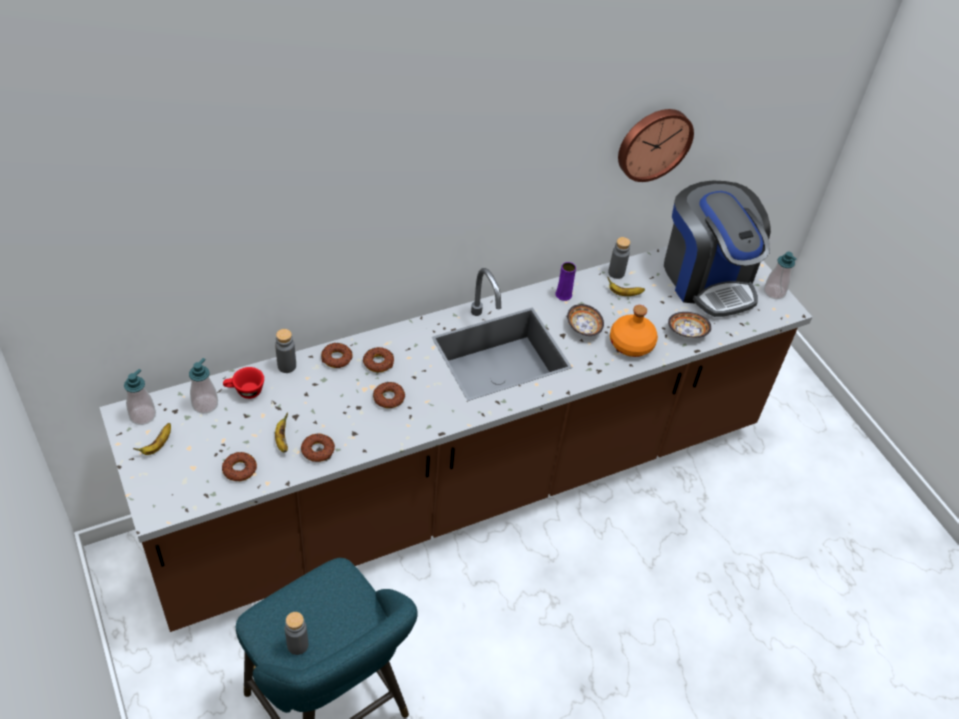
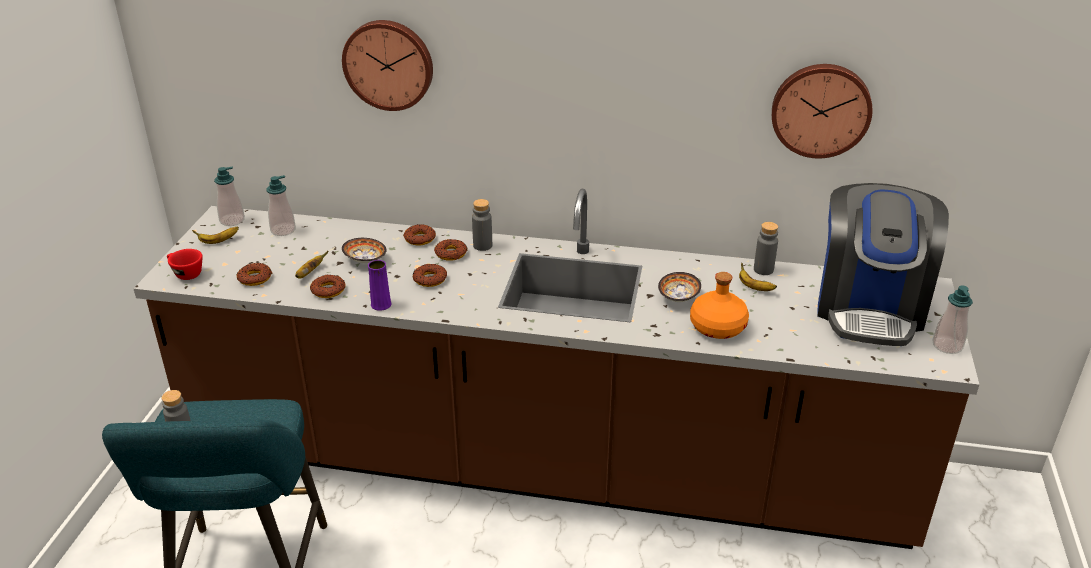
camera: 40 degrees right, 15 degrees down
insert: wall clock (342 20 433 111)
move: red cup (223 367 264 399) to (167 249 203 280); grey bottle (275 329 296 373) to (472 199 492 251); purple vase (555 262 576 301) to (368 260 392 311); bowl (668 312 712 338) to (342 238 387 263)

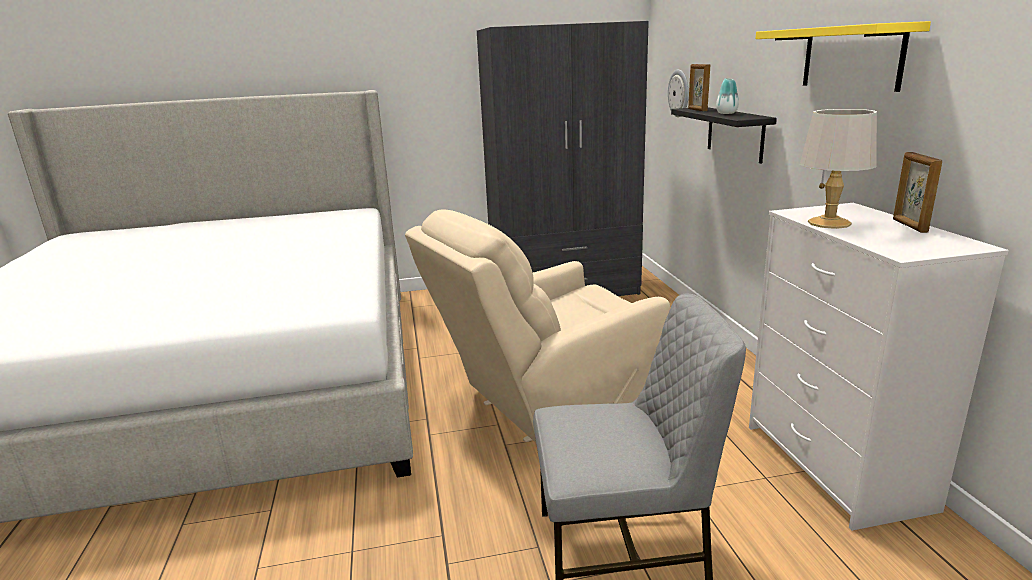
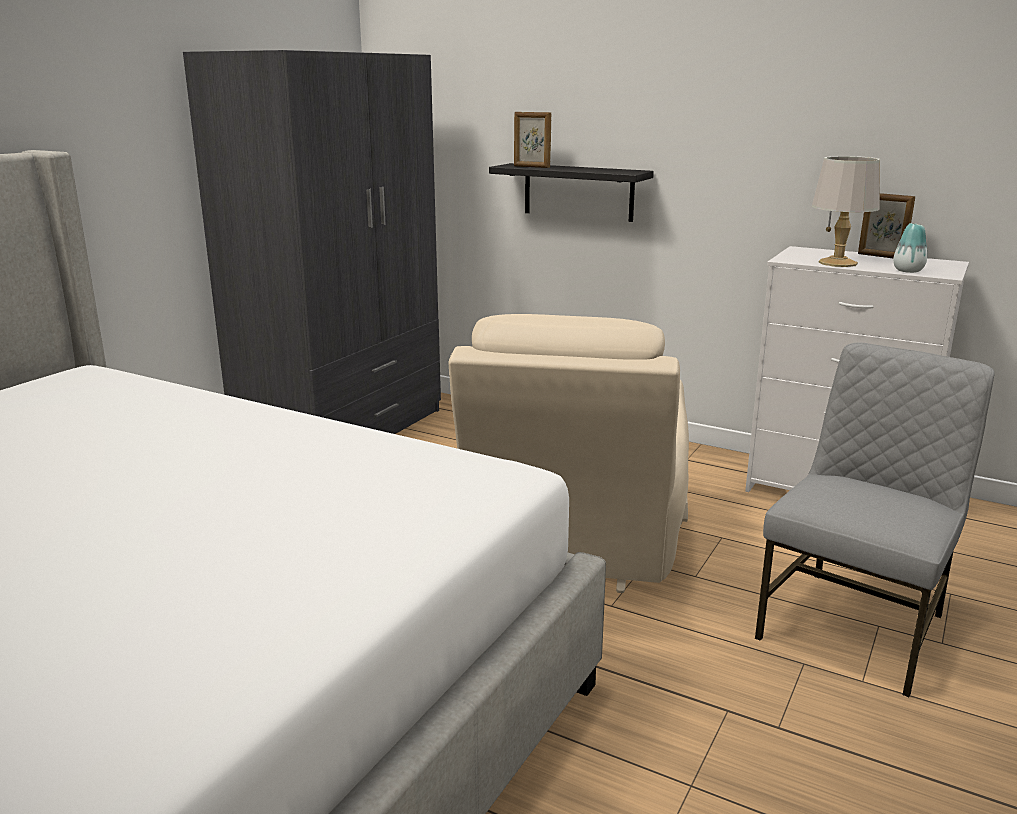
camera: 50 degrees left, 0 degrees up
delete: wall clock (668 69 689 117); yellow shelf (756 21 931 92)
move: vase (716 78 739 114) to (893 223 927 273)

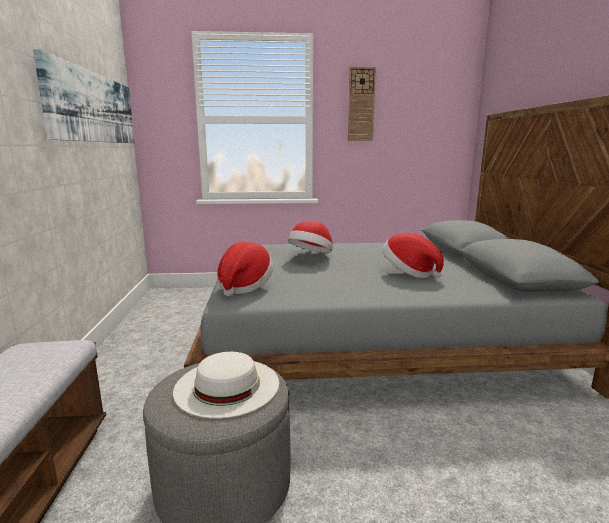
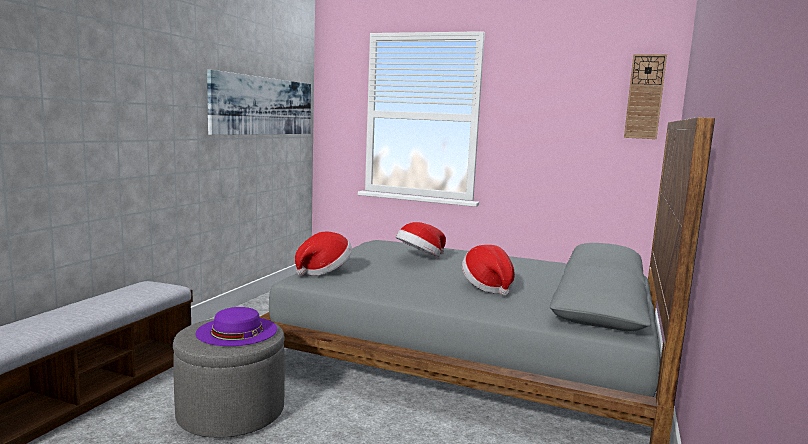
camera: 25 degrees right, 5 degrees down
move: wall clock (348 67 376 141) to (624 54 667 139)
recolor: white hat (173 352 279 418) to purple hat (196 307 277 346)

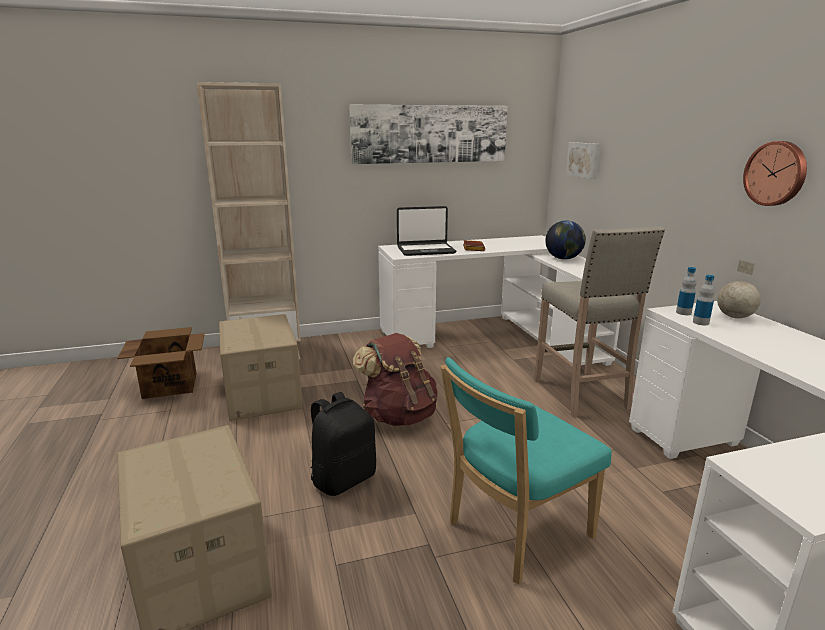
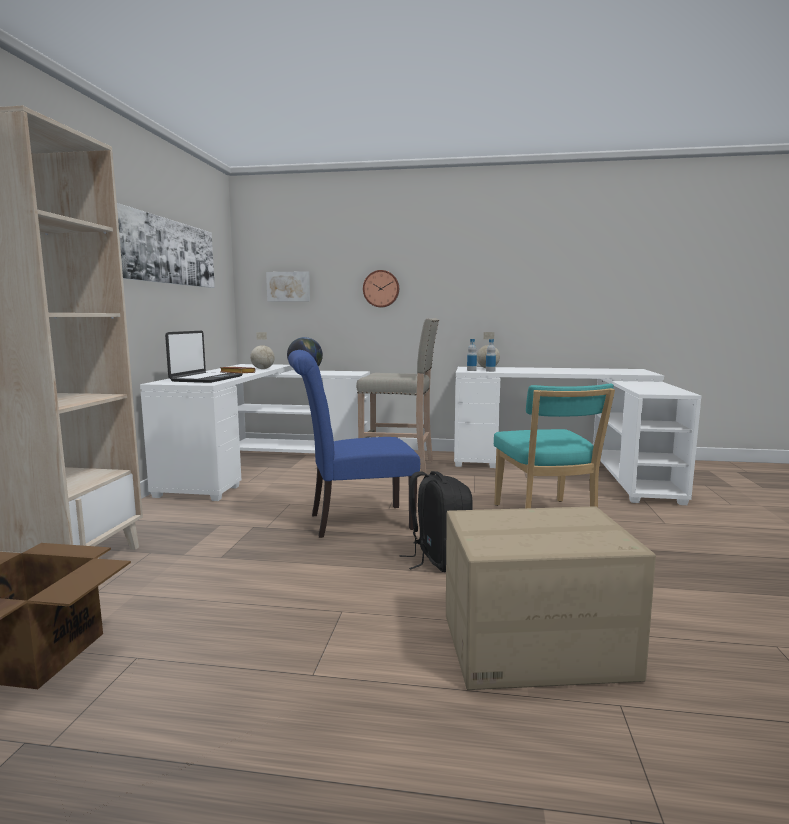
camera: 65 degrees left, 10 degrees down
delete: cardboard box (219 314 303 421)
insert: globe (250 332 275 369)
move: wall clock (743 141 807 206) to (363 270 399 307)
replace: brown backpack (353 333 438 426) to blue chair (288 350 420 538)

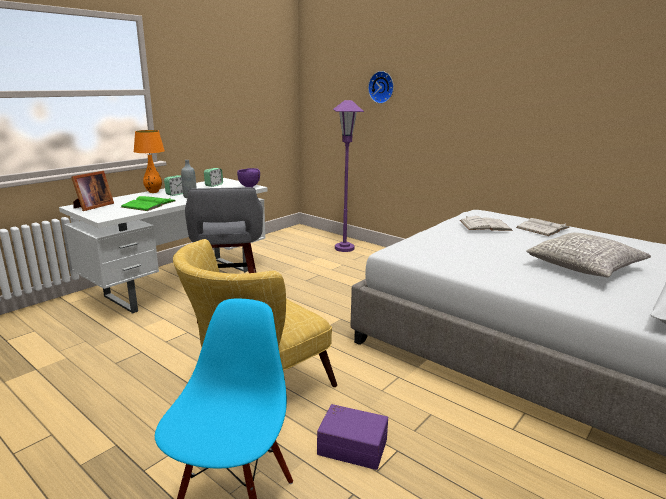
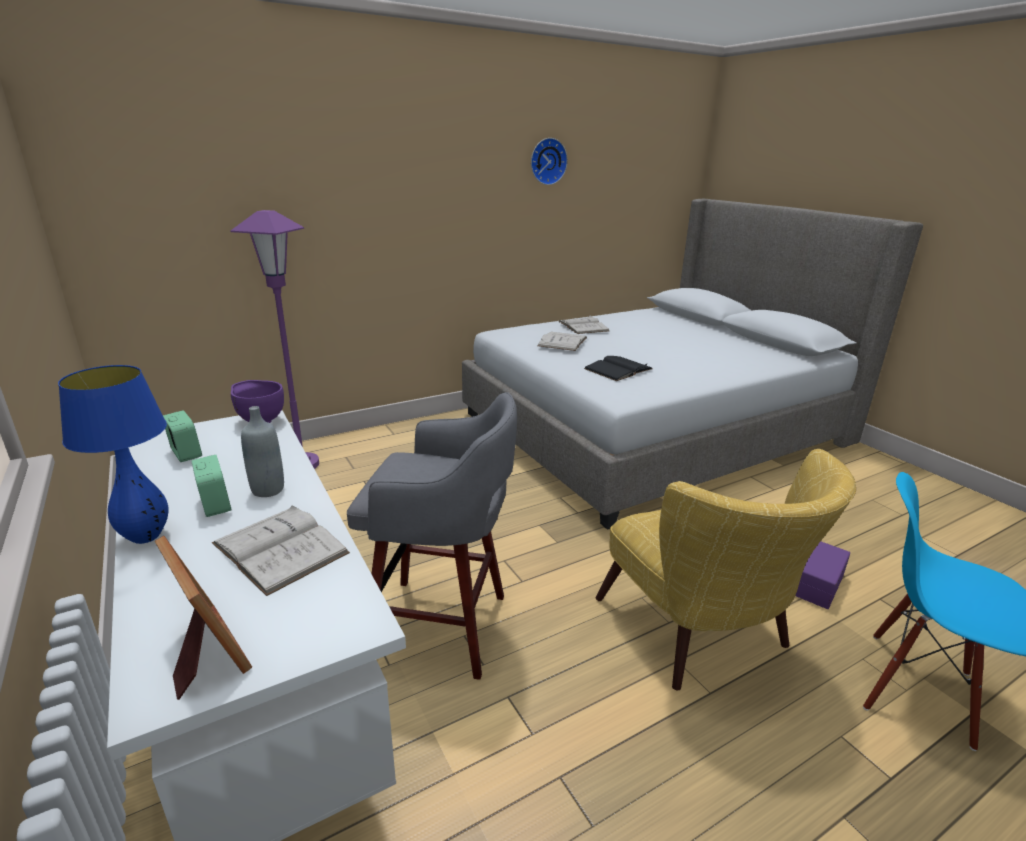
camera: 70 degrees left, 5 degrees up
delete: grey pillow (526 233 651 277)
insert: black book (584 356 653 381)
move: wall clock (368 71 394 104) to (531 138 568 185)
recolor: green book (121 196 175 211) to white book (212 505 350 596); orange table lamp (134 130 165 193) to blue table lamp (58 365 169 544)

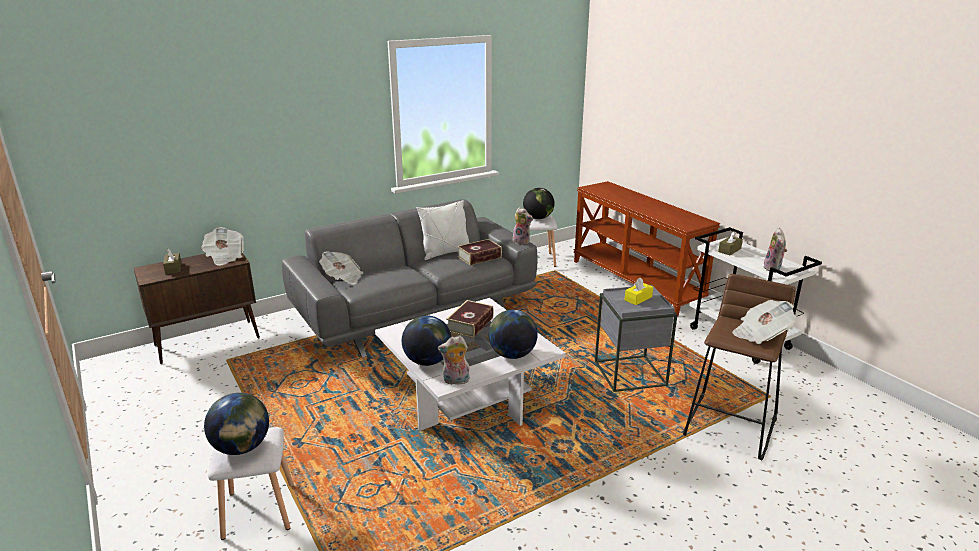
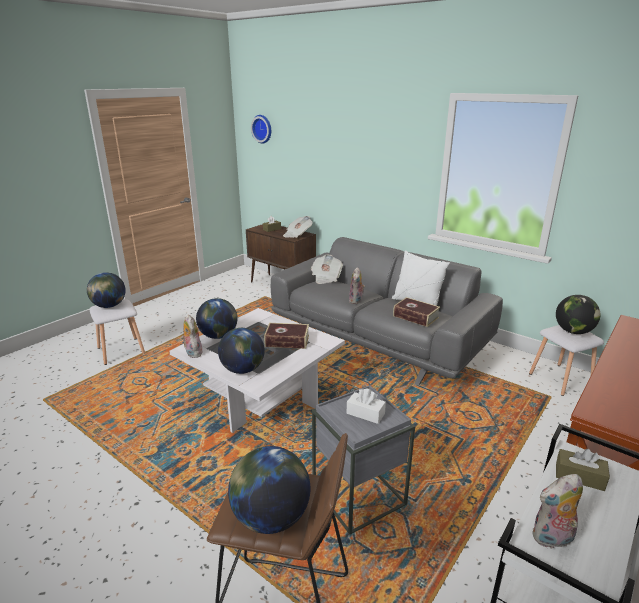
camera: 70 degrees right, 0 degrees up
insert: wall clock (251 115 271 144)
move: plush toy (512 207 533 245) to (349 267 365 304)
replace: newspaper (732 300 797 344) to globe (228 446 310 534)
recolor: yellow tissue box (625 278 653 305) to white tissue box (347 388 386 424)

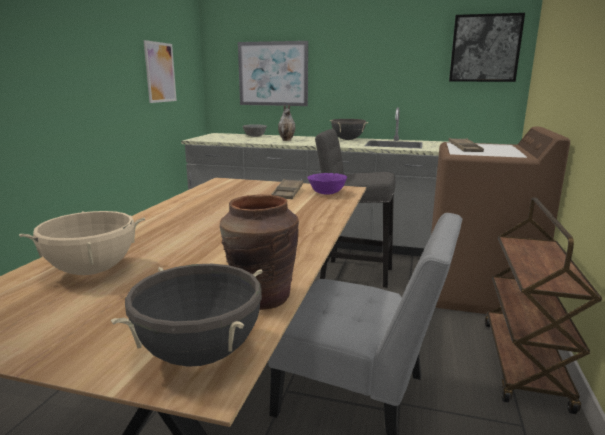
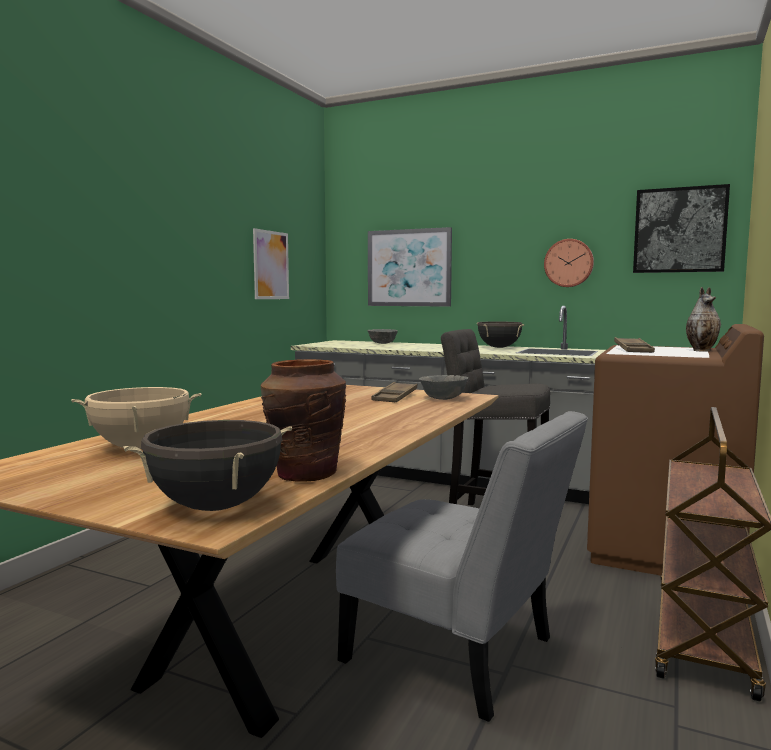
camera: 10 degrees right, 10 degrees down
insert: wall clock (544 239 594 287)
move: vase (278 105 295 141) to (686 287 721 351)
recolor: purple bowl (307 173 347 195) to grey bowl (419 375 468 400)

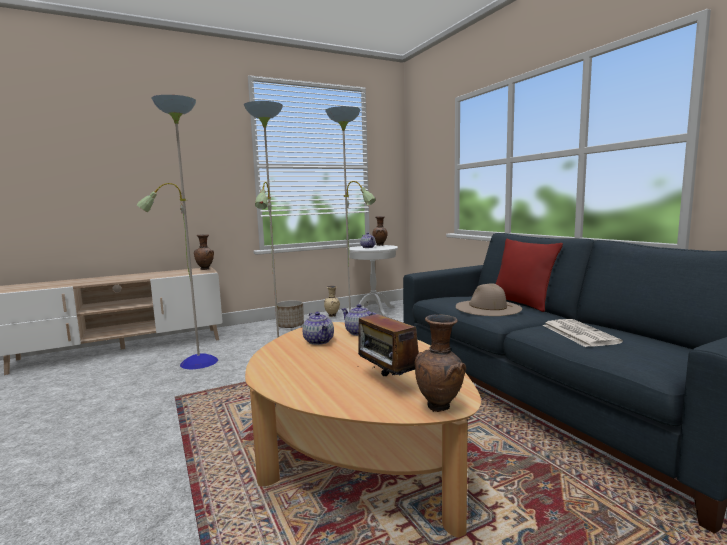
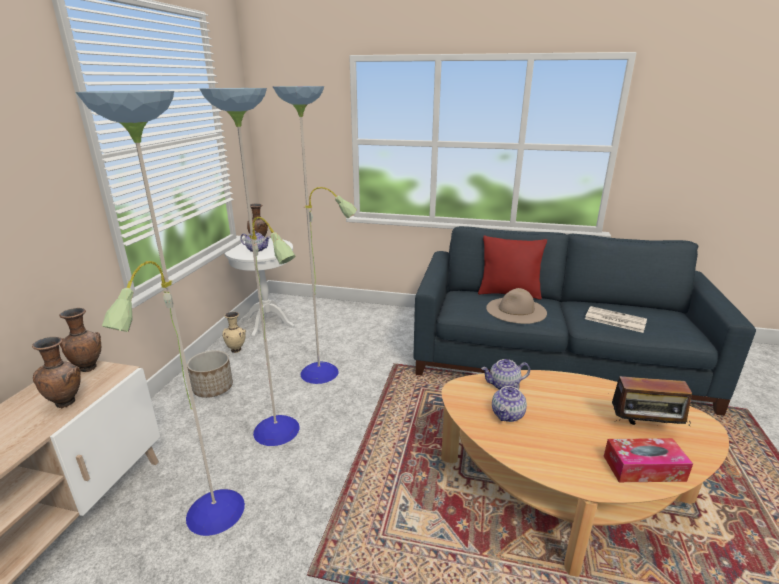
camera: 50 degrees left, 15 degrees up
insert: tissue box (604 438 693 482)
move: brown vase (414 314 466 412) to (32 337 81 408)
rotate: teapot (302 312 334 345) = (492 381 527 422) 105 degrees clockwise

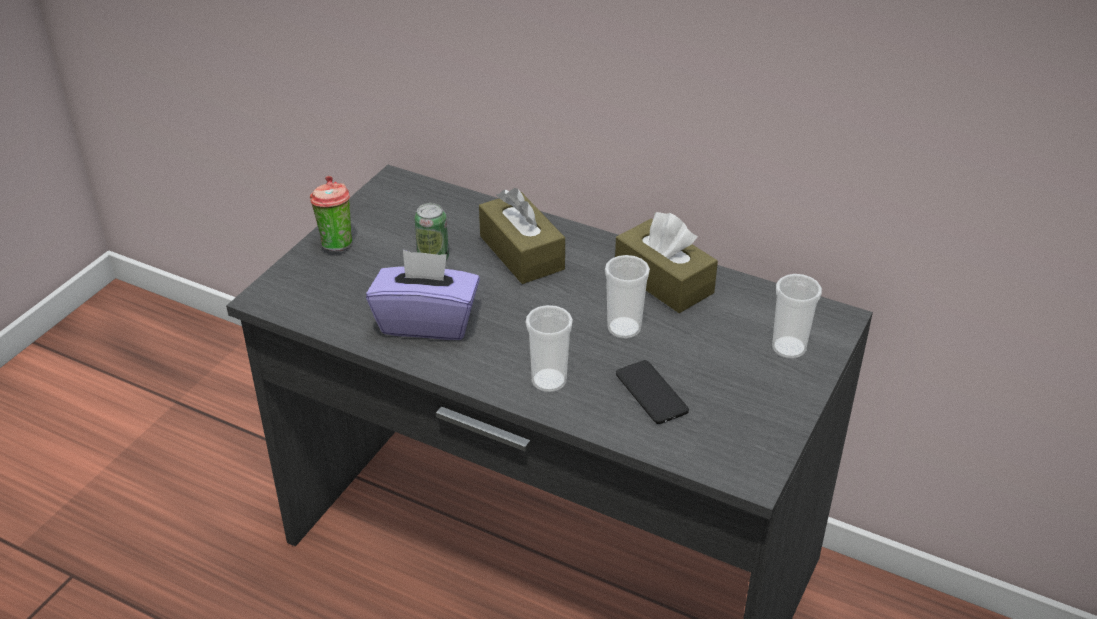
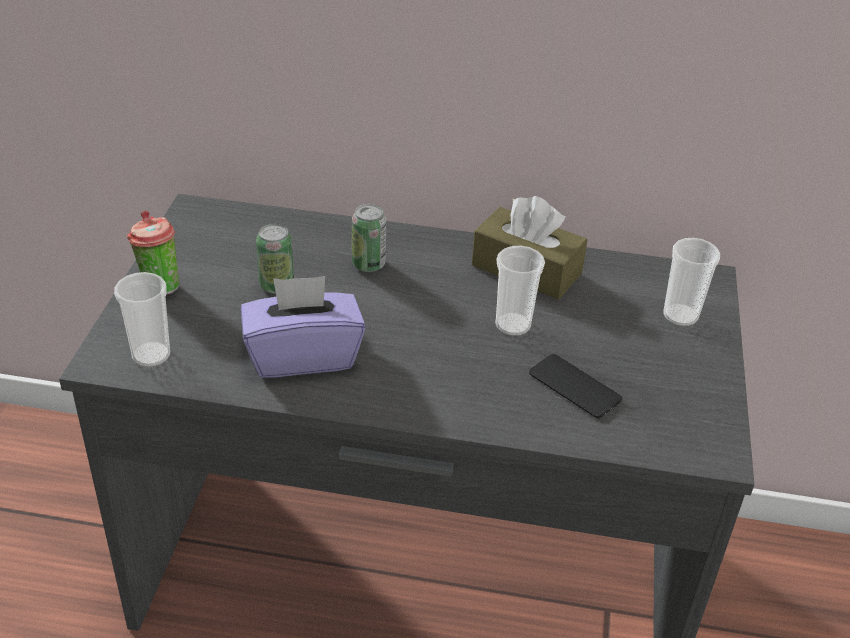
camera: 20 degrees left, 0 degrees up
move: cup (526 305 573 392) to (114 272 170 367)
replace: brown tissue box (479 188 565 284) to can (352 204 386 272)

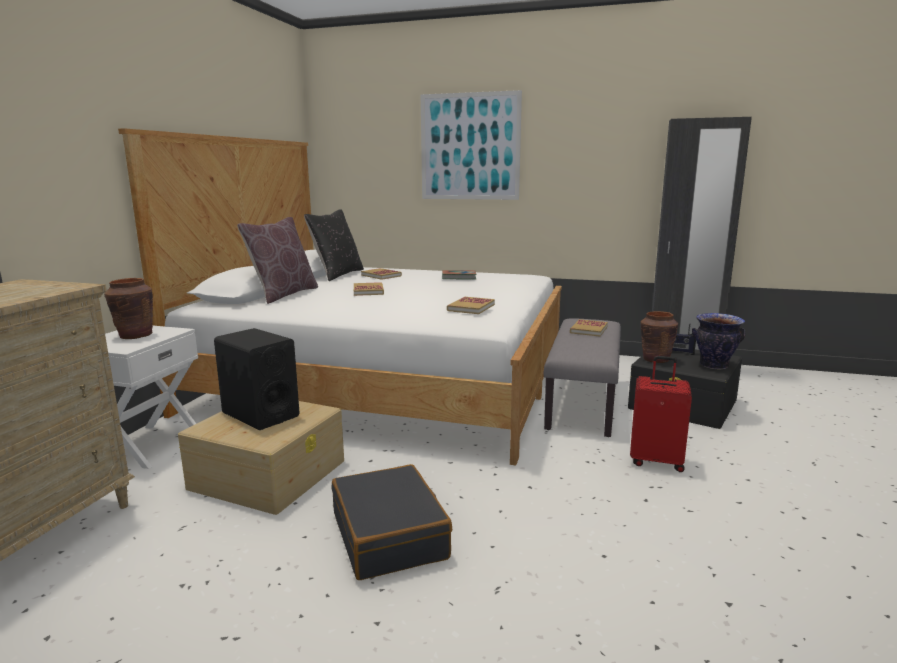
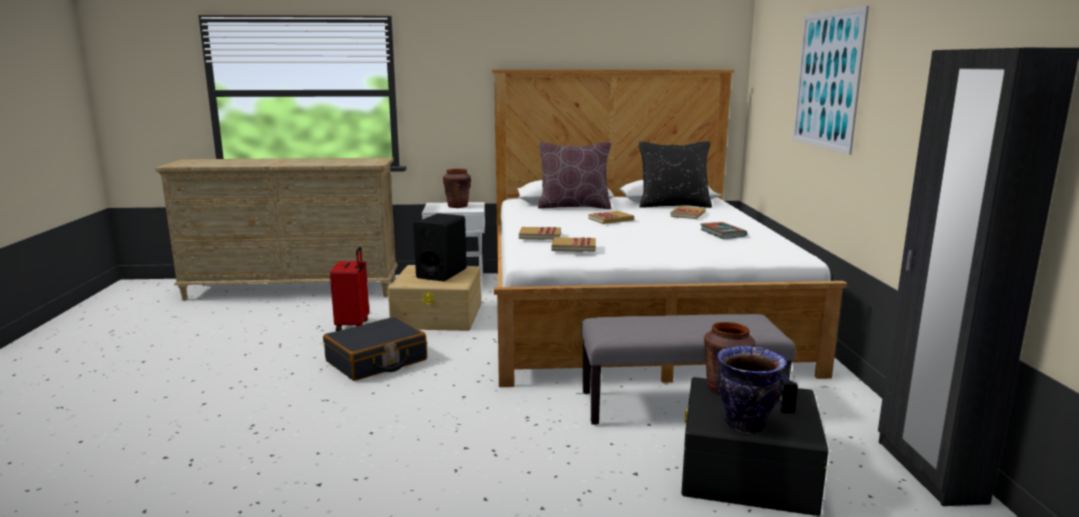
camera: 70 degrees right, 0 degrees up
move: book (570 319 608 336) to (519 227 561 240); red suitcase (630 356 692 472) to (330 247 369 331)

